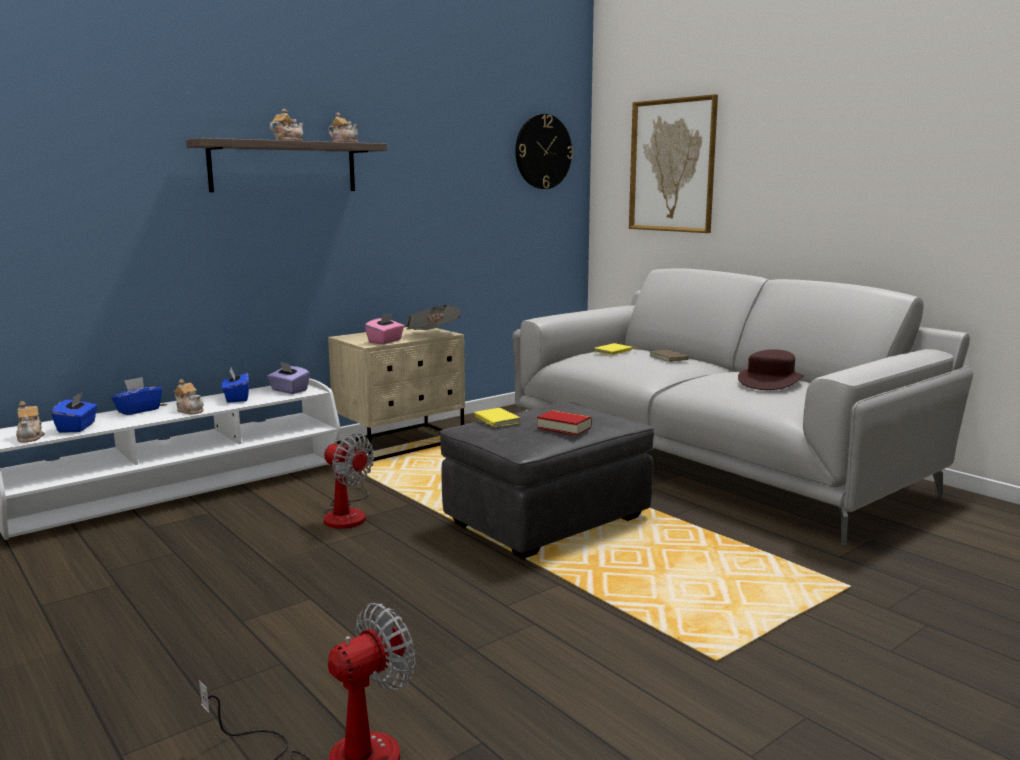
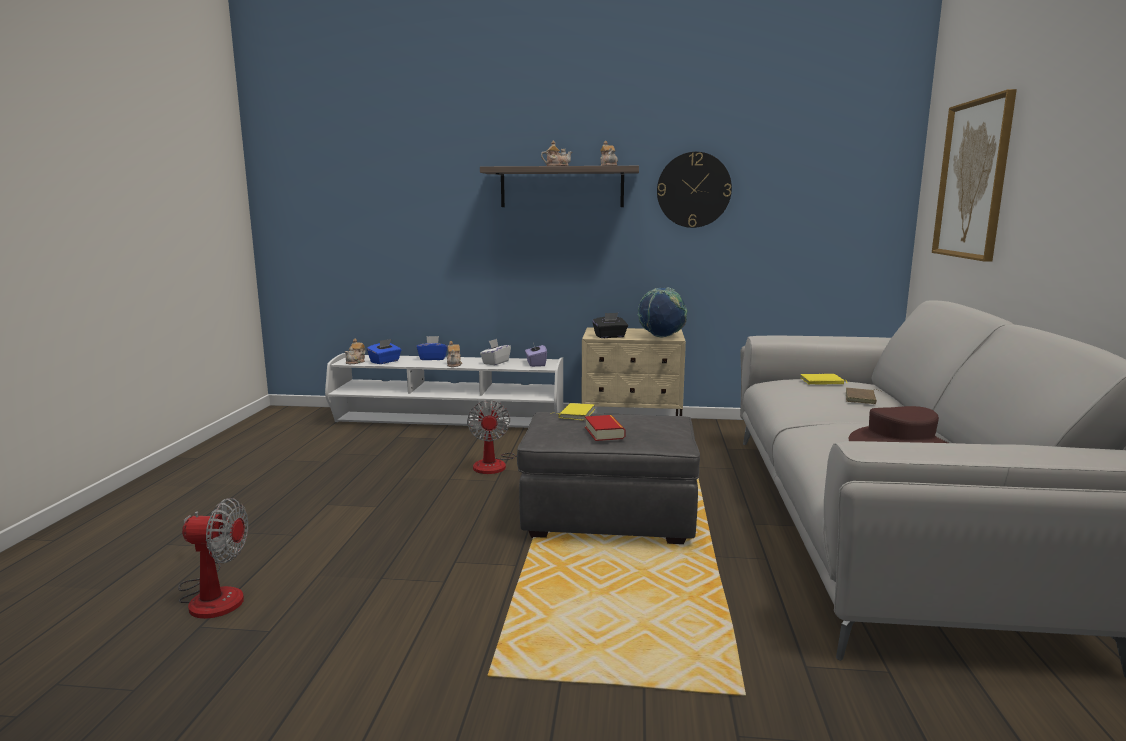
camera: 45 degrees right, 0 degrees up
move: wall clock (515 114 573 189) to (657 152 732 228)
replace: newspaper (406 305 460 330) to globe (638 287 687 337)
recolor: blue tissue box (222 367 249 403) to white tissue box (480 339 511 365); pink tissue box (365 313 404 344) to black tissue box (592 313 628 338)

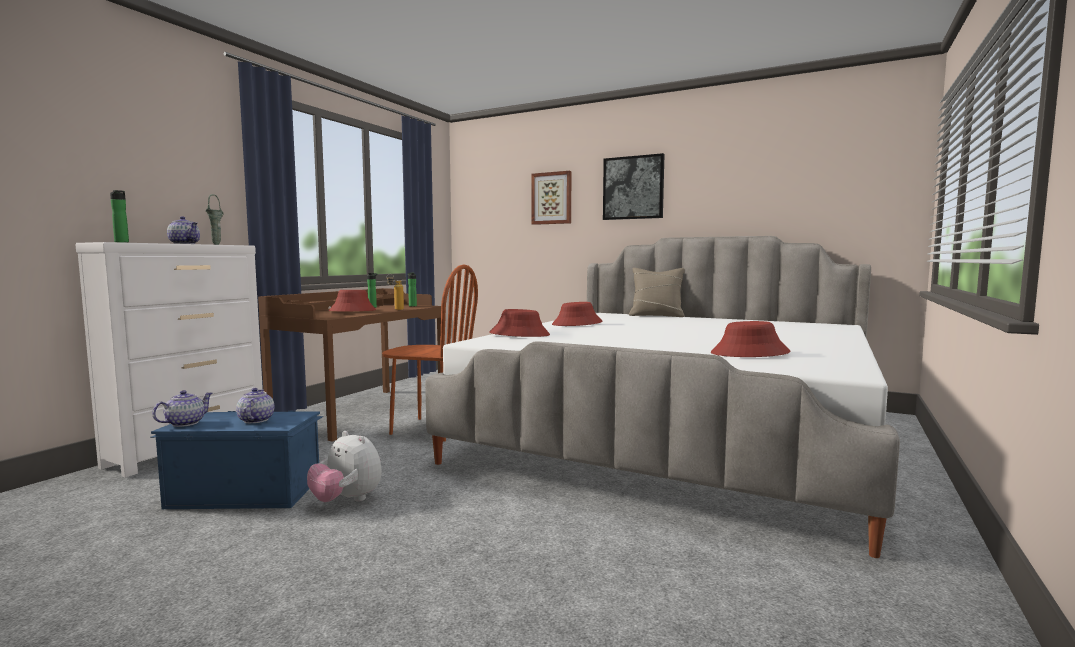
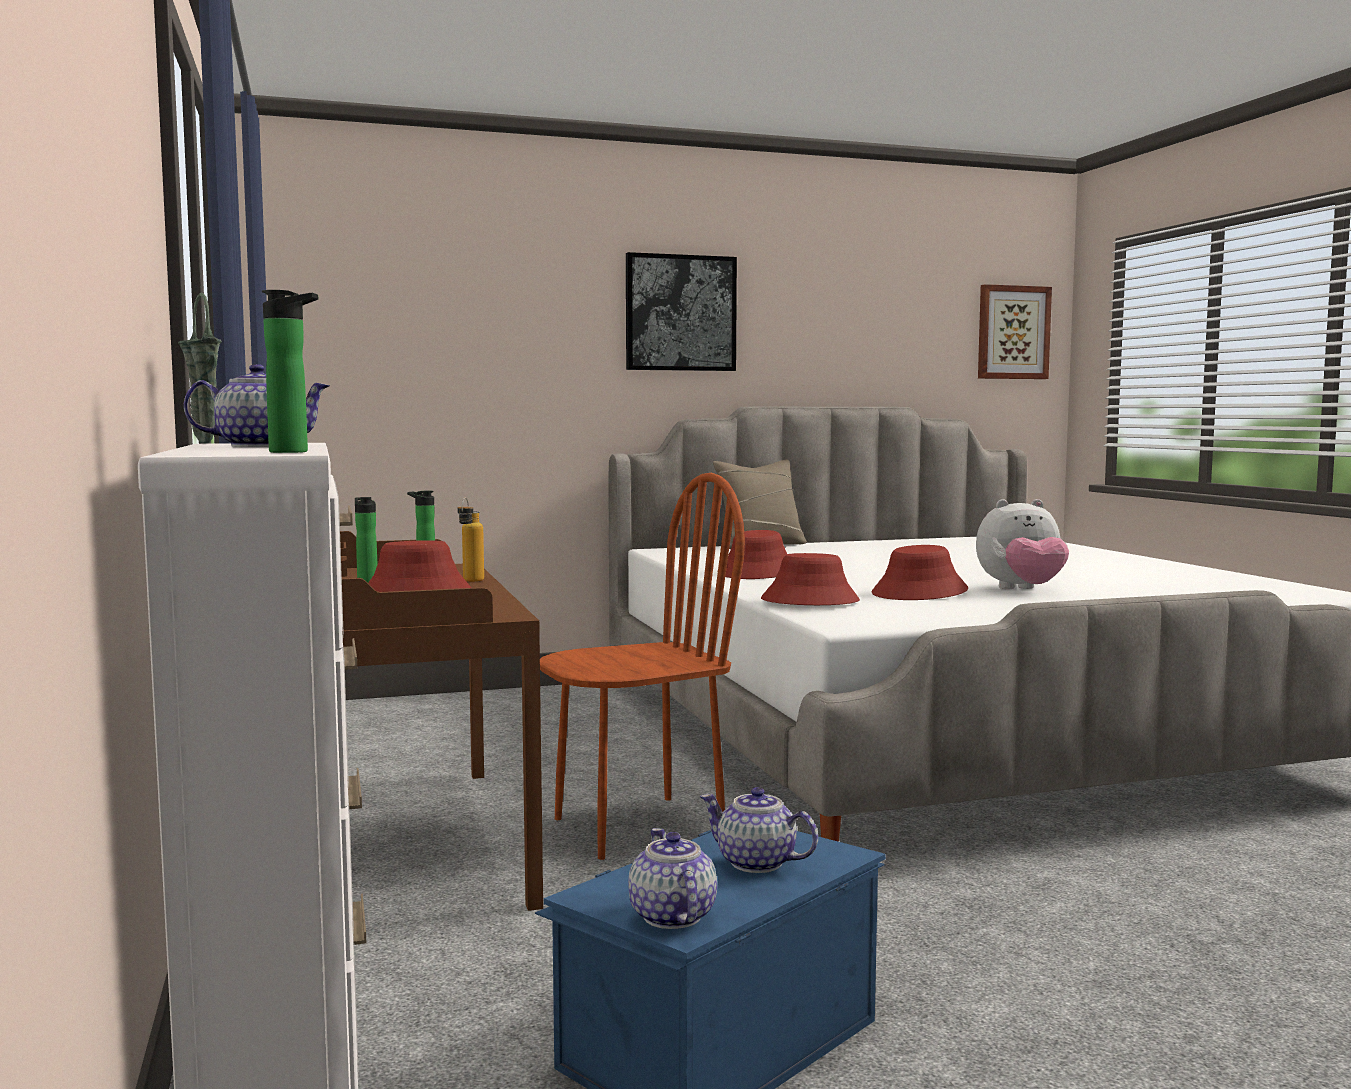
camera: 45 degrees left, 0 degrees up
move: plush toy (307 431 382 502) to (976 499 1069 589); picture (531 171 572 225) to (978 284 1052 379); red hat (711 321 790 357) to (872 545 968 600)

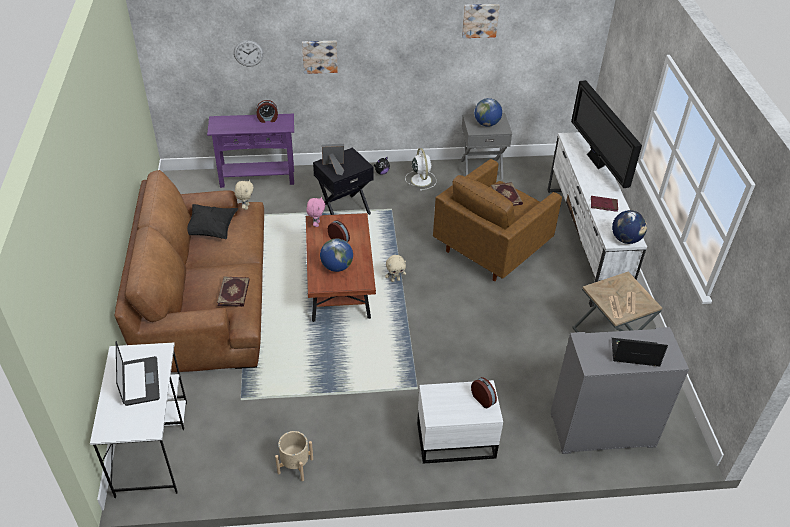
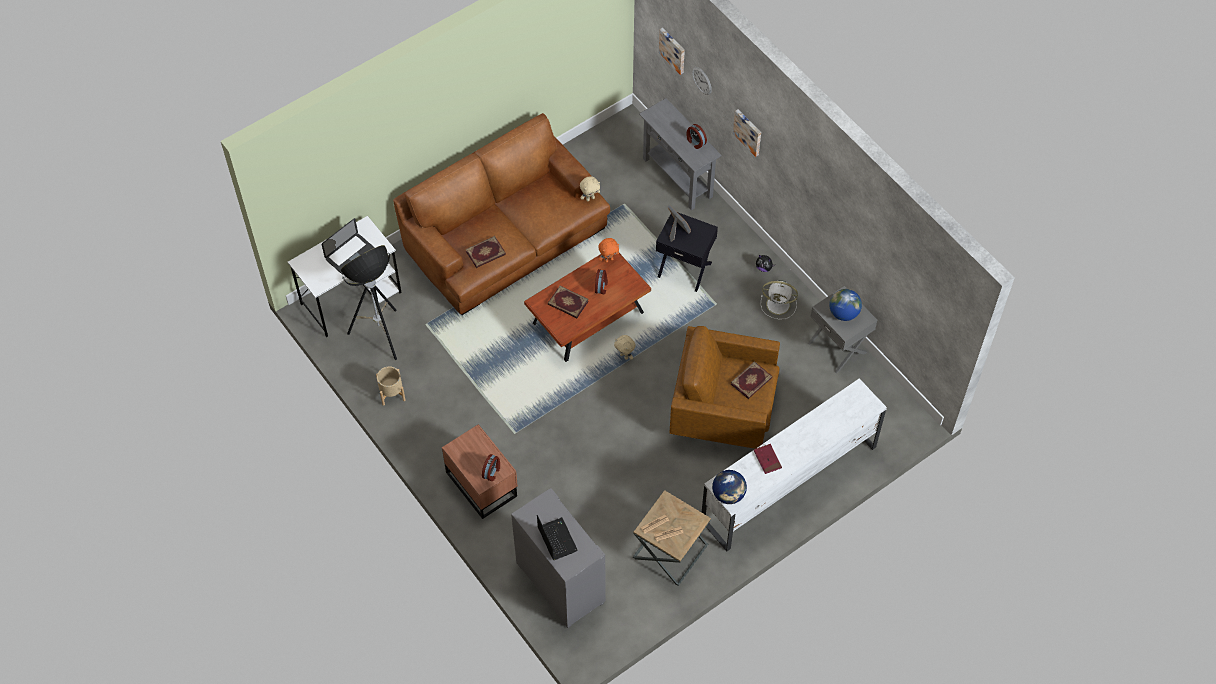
camera: 60 degrees right, 15 degrees up
delete: black pillow (187 204 238 239); television (571 80 642 188)
insert: floor lamp (341 245 397 360)
move: picture (462 4 500 38) to (659 28 685 75)
replace: globe (320 239 353 272) to book (548 286 589 318)
recolor: purple console table (207 114 294 188) to grey console table (639 98 722 210); pink plush toy (306 197 325 227) to orange plush toy (598 238 619 263); white nightstand (417 380 503 464) to brown nightstand (442 424 518 519)
rotate: white fan (405 148 436 191) = (761 280 798 319) 60 degrees clockwise

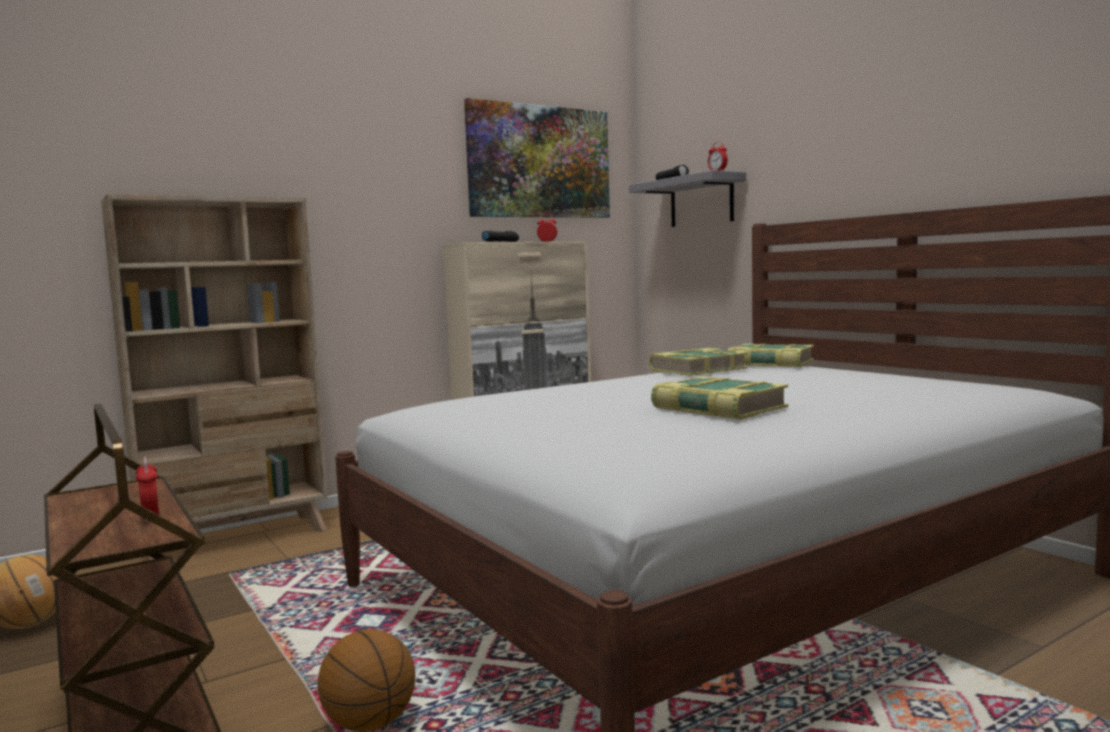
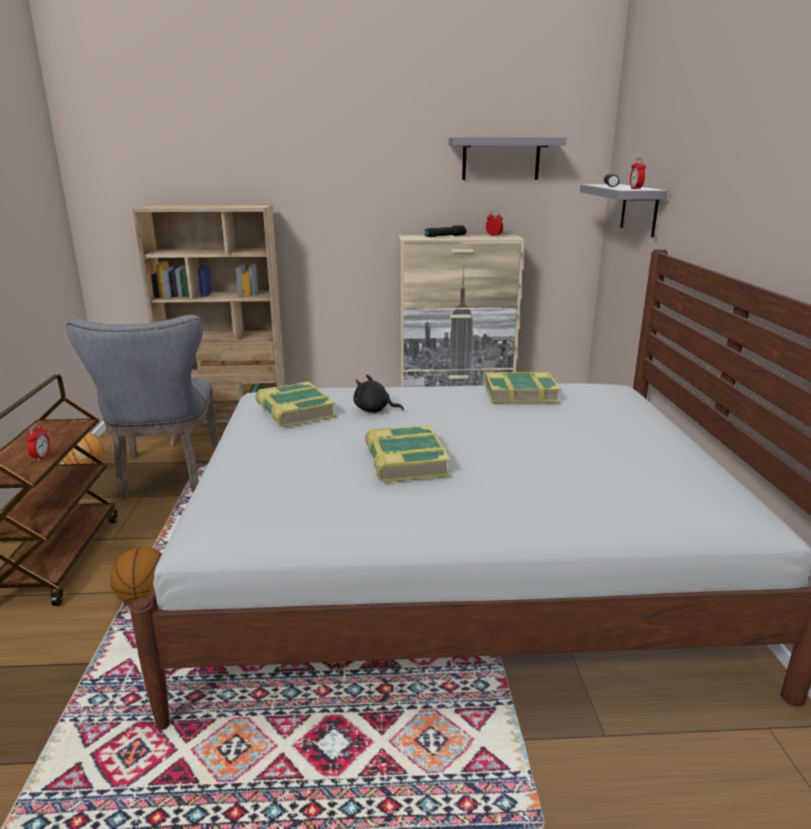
camera: 30 degrees right, 15 degrees up
insert: grey chair (66 315 219 499); black plush toy (353 375 404 413)
move: book (728 344 814 367) to (255 382 336 428)
replace: picture (464 98 610 218) to grey shelf (449 137 566 180)

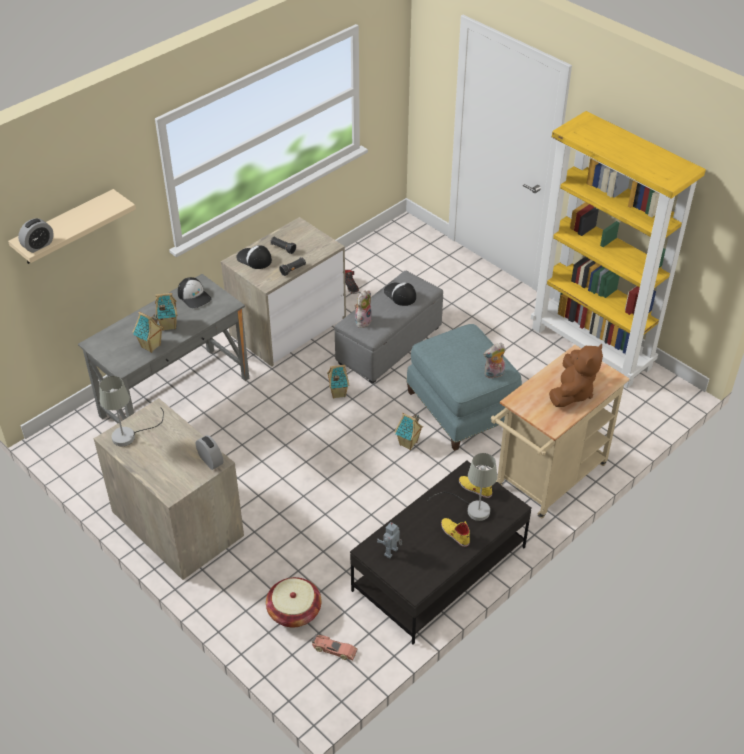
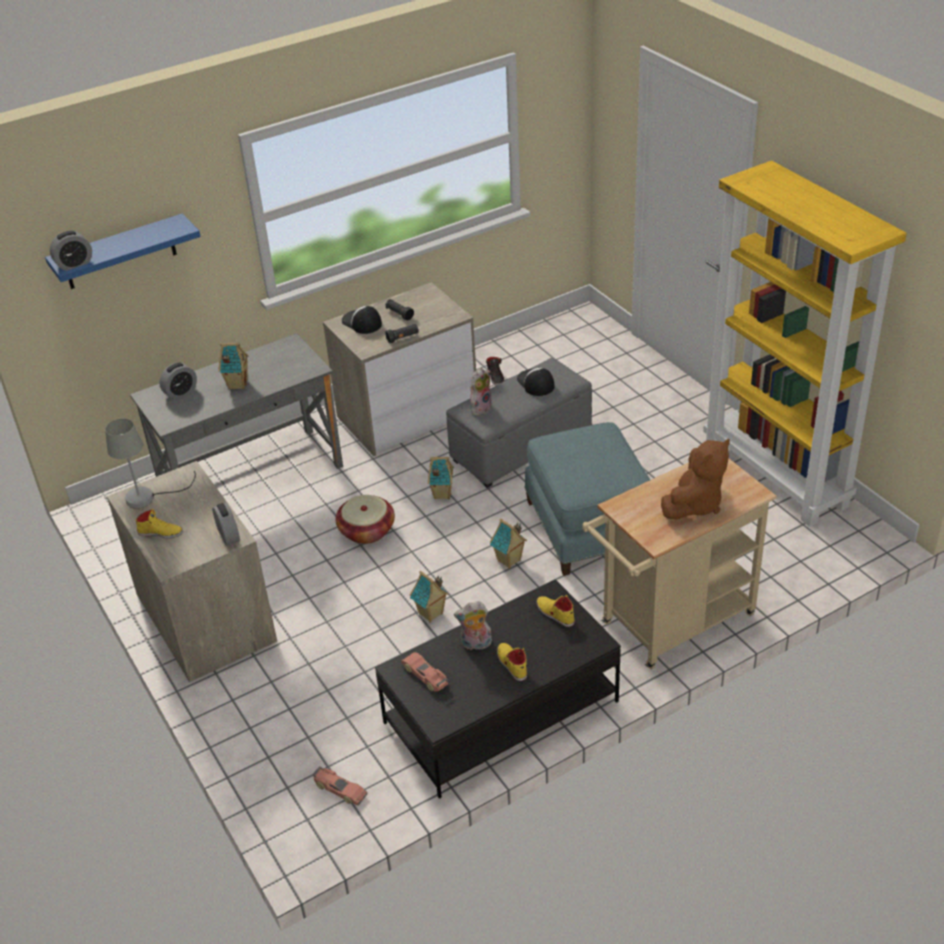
camera: 15 degrees right, 5 degrees down
delete: cap (178 277 211 308); grey table lamp (427 453 497 521)
insert: yellow shoe (136 509 183 538); alarm clock (159 362 197 399)
move: toy house (132 312 164 353) to (410 571 448 623); basket (266 577 322 627) to (335 495 395 544); plush toy (483 343 506 379) to (454 601 492 650)
replace: toy robot (377 522 402 558) to toy car (401 652 448 692)
recolor: beige shelf (8 189 136 264) to blue shelf (45 213 201 289)

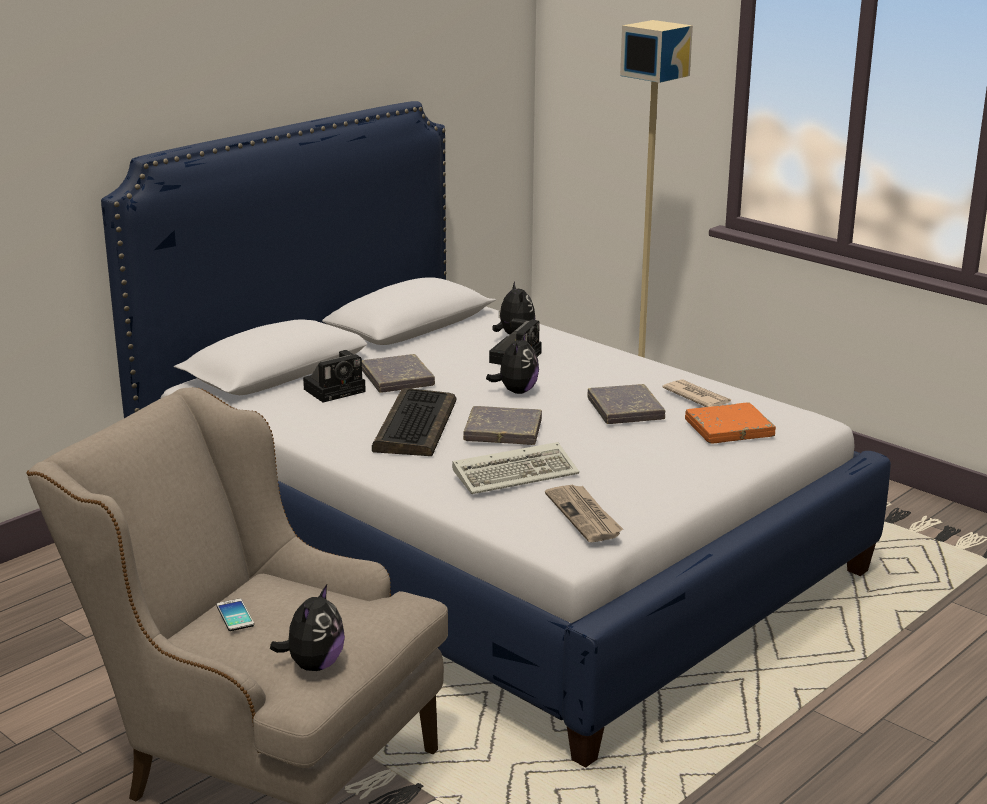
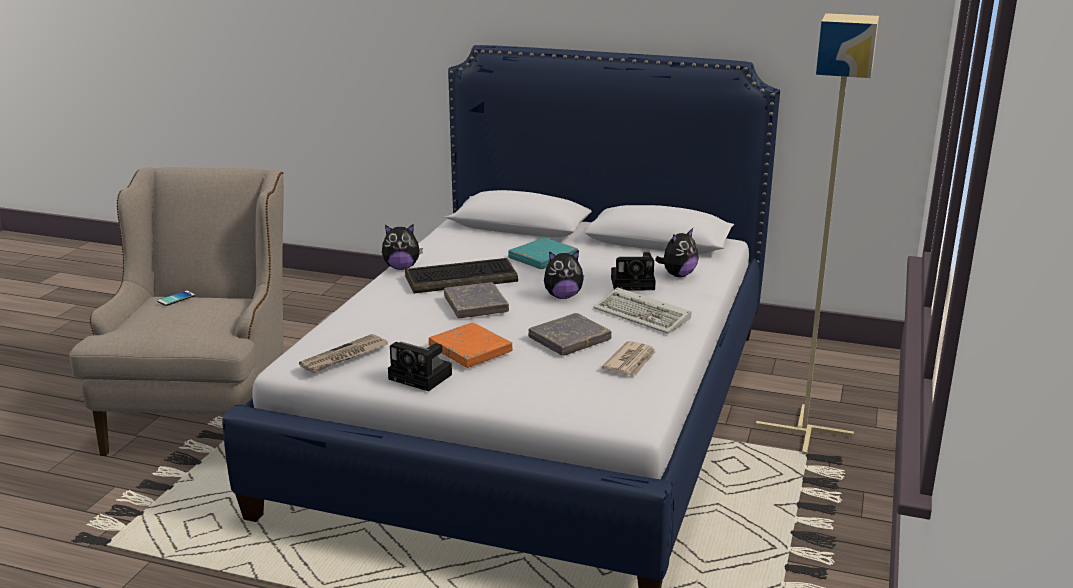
camera: 65 degrees right, 0 degrees up
move: plush toy (270 584 345 671) to (382 224 423 270); photo camera (303 350 366 402) to (388 342 452 391); keyboard (452 442 579 494) to (593 287 692 334); orange book (685 402 776 444) to (429 323 513 368)
recolor: grey book (362 354 435 393) to turquoise book (508 237 578 269)

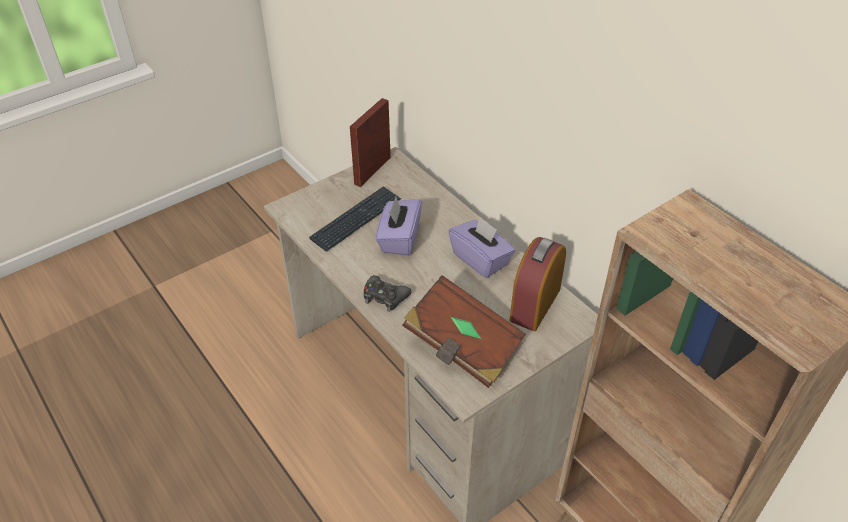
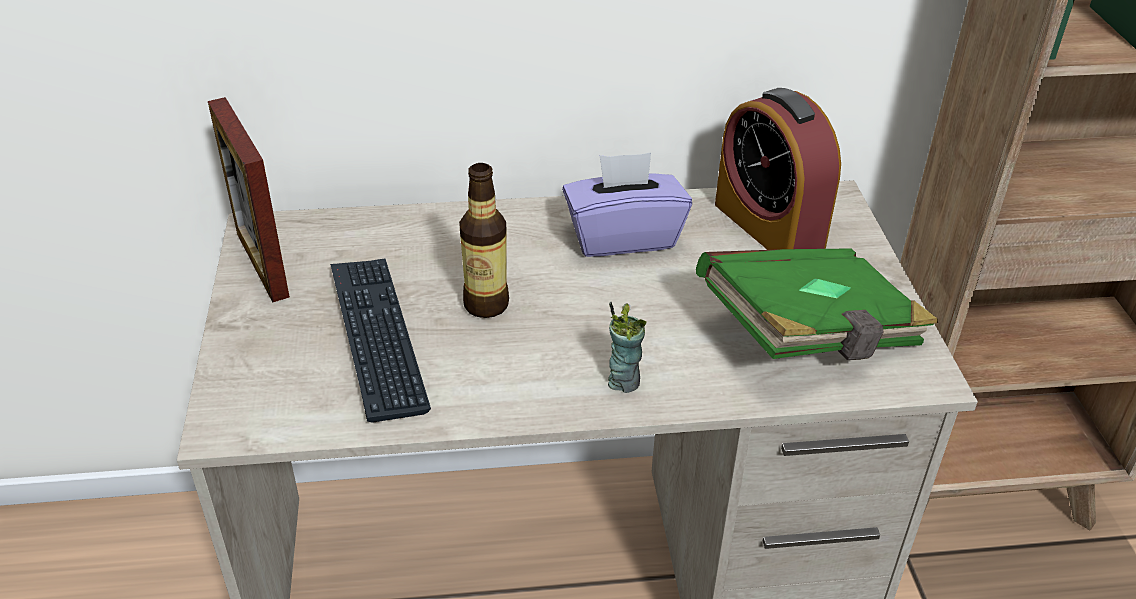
camera: 60 degrees left, 5 degrees down
replace: black game controller (364 275 411 312) to cup (608 302 647 393); purple tissue box (376 197 422 256) to bottle (459 163 509 318)
recolor: brown book (402 275 526 388) to green book (696 248 938 360)

